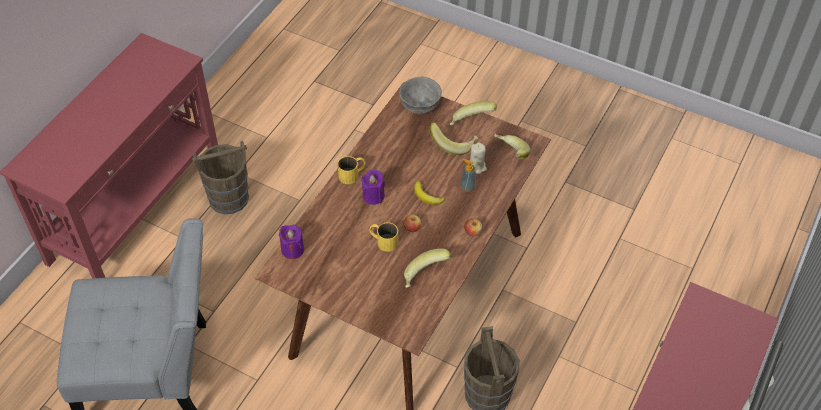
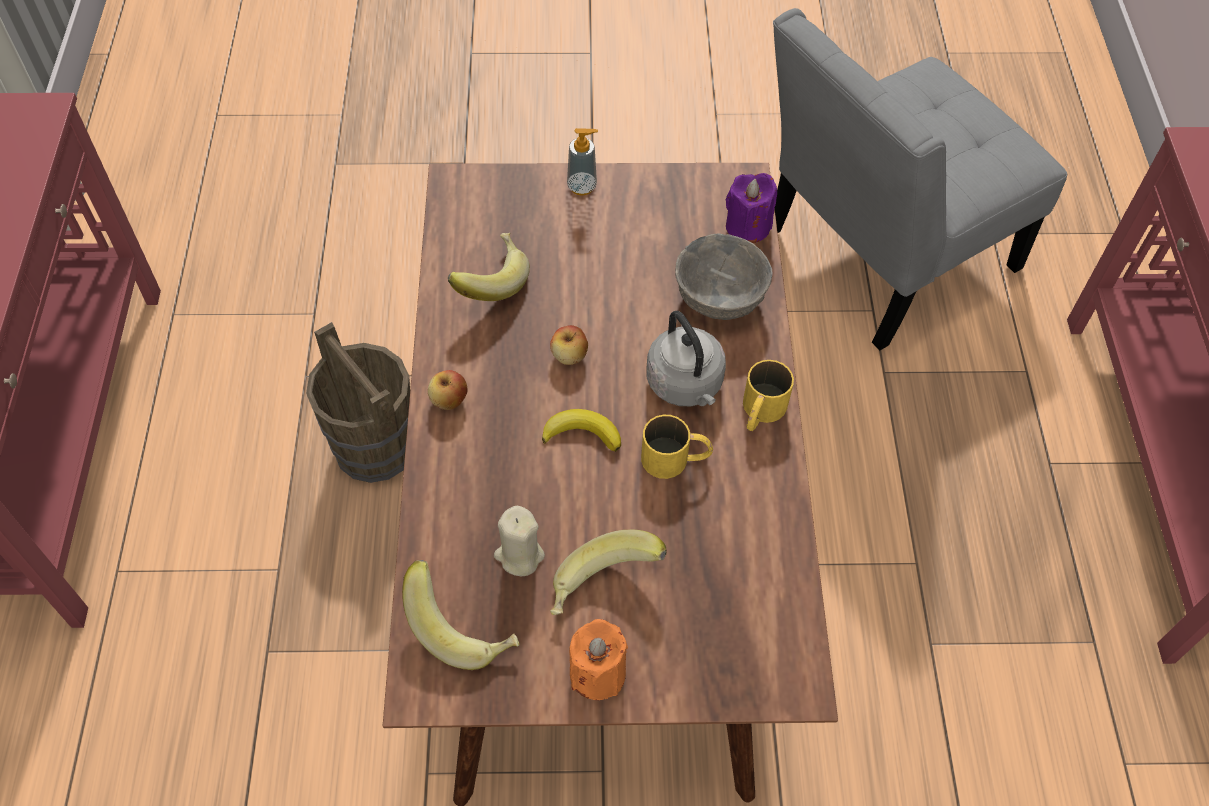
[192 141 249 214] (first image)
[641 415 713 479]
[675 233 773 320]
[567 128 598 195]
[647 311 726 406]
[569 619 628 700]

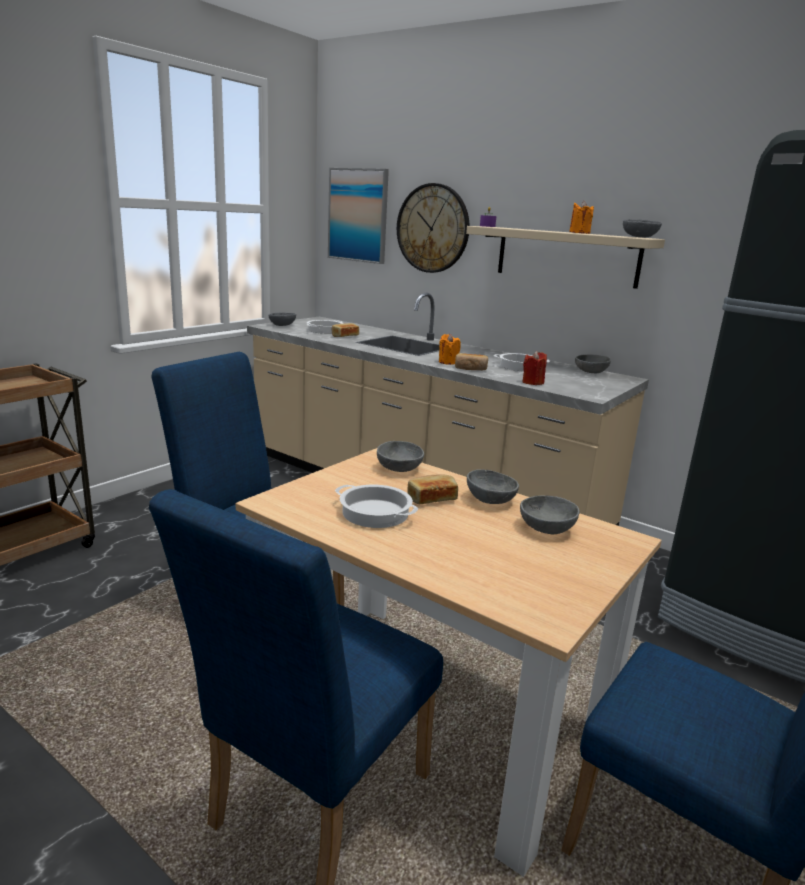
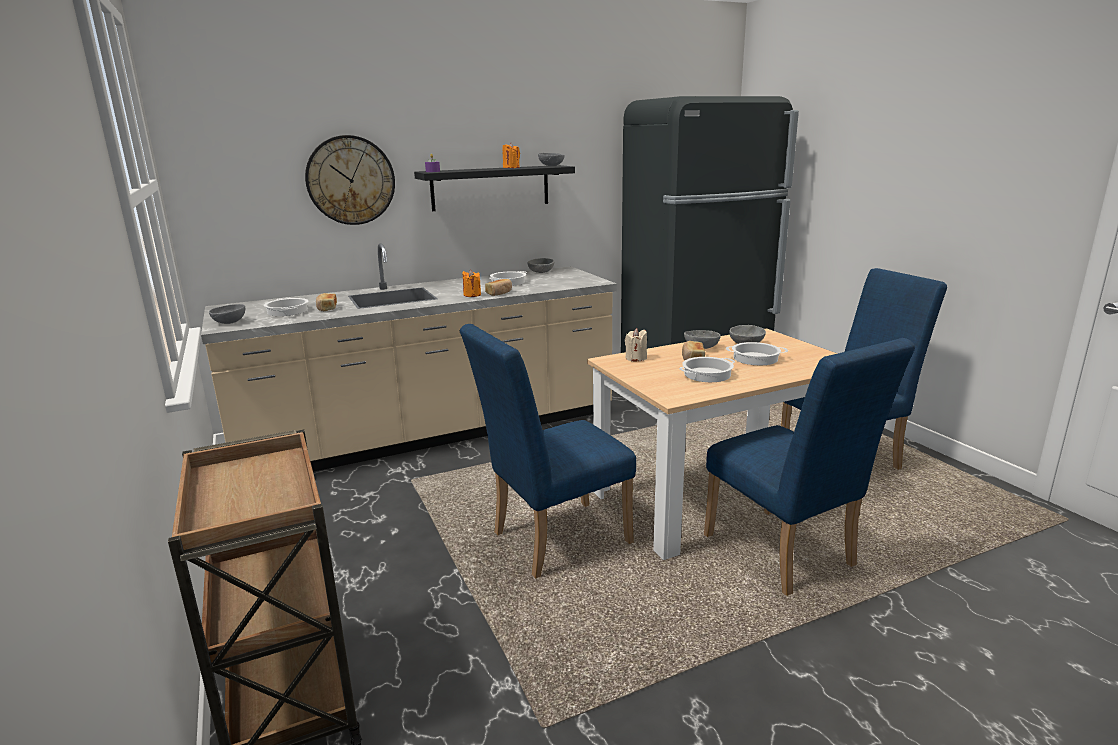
[328 168 389 264] (first image)
[522 351 547 385] (first image)
[726 342 788 365]
[625 328 647 362]
[414 165 575 211]

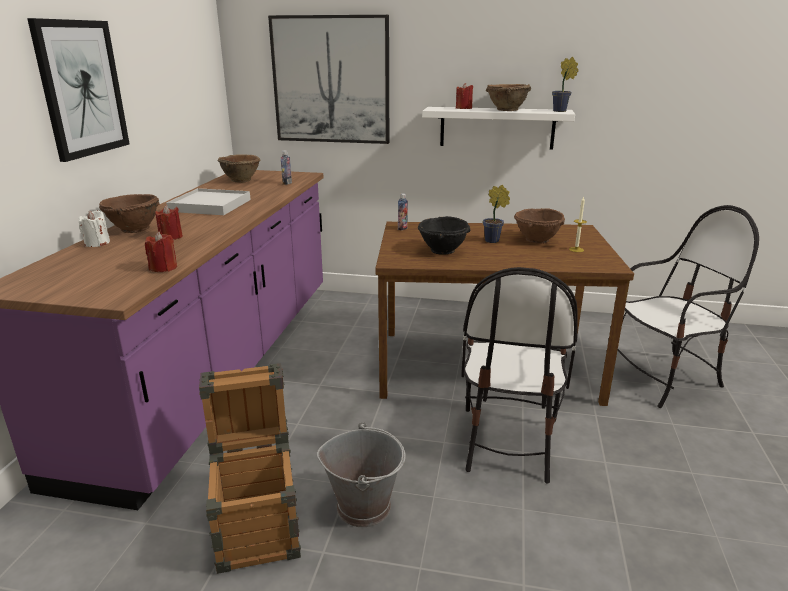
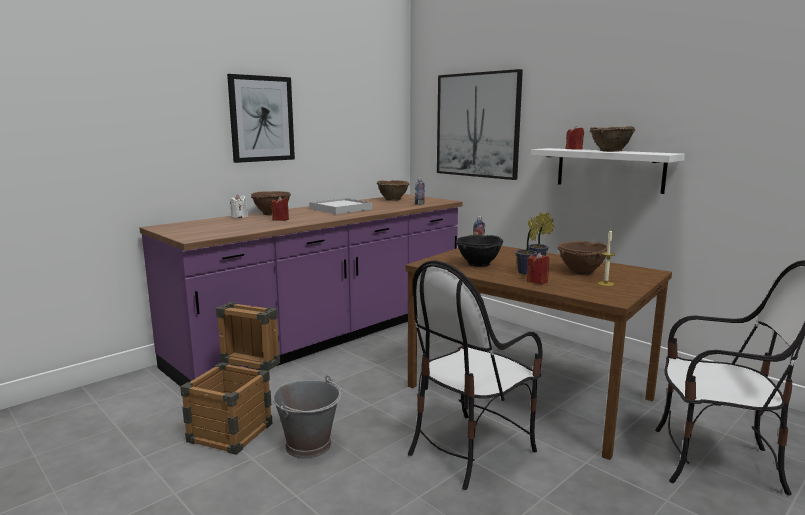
[526 252 550 284]
[515 217 538 274]

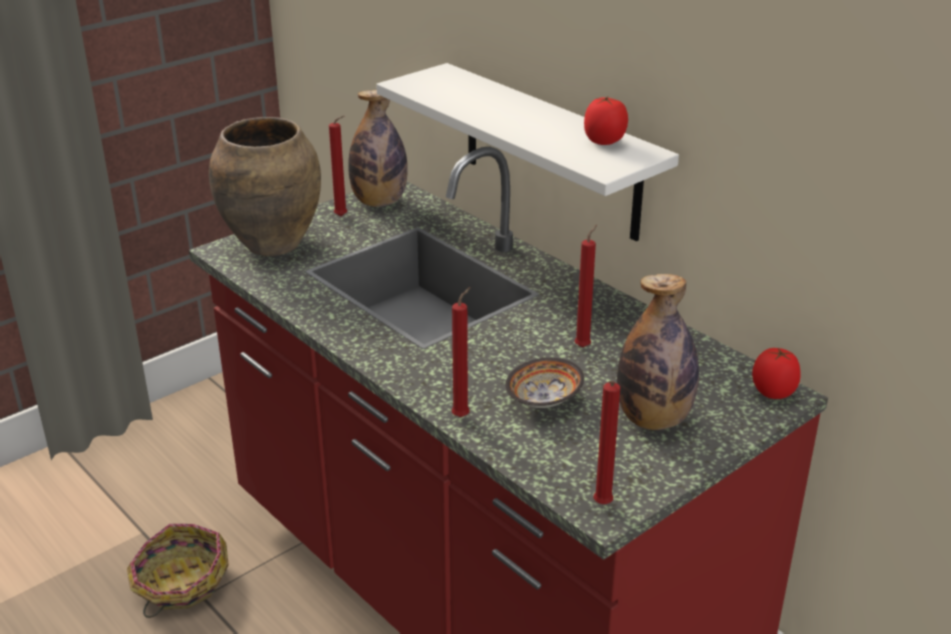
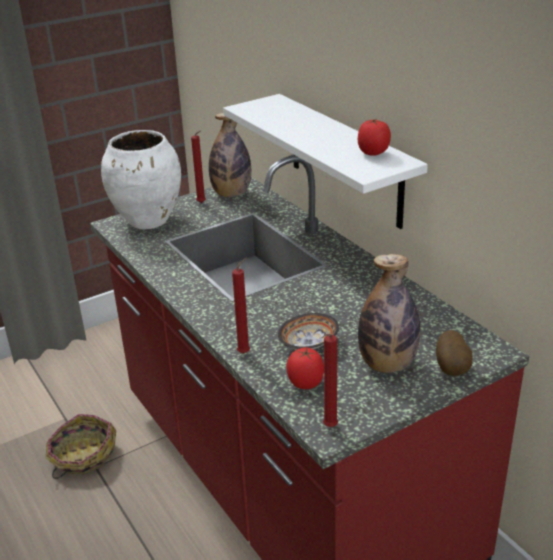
[575 225 597 348] (first image)
[436 330 473 376]
[286 347 324 389]
[101 130 181 229]

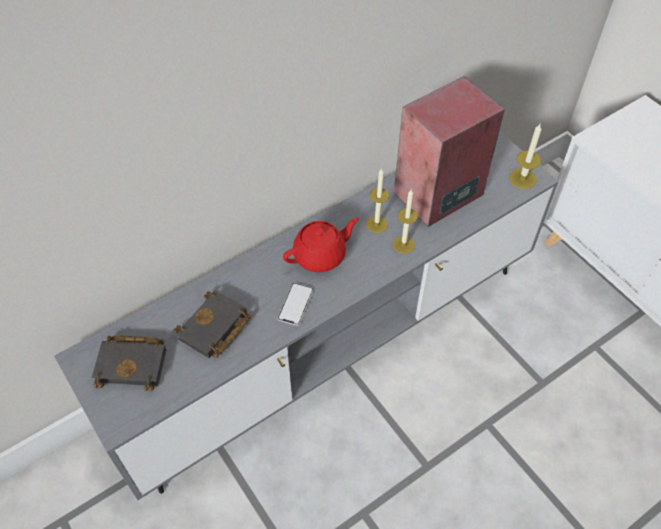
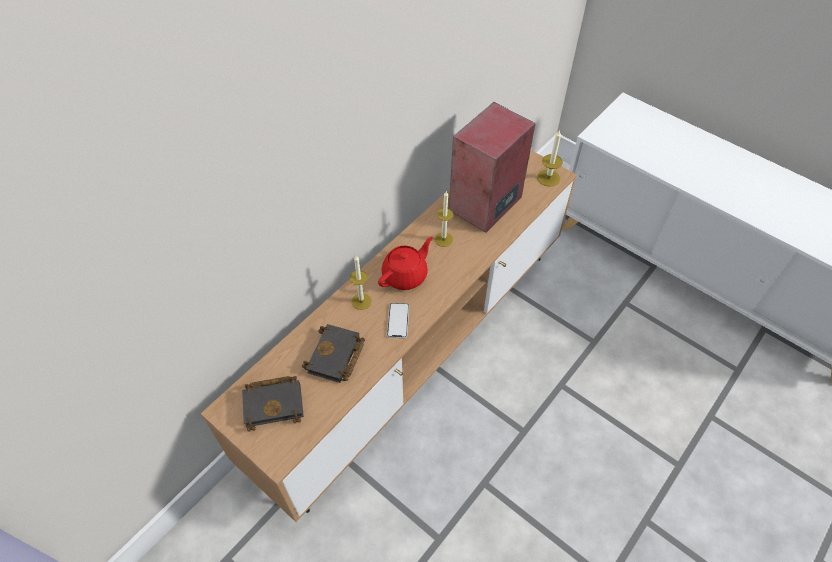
[350 256 372 310]
[201 150 577 522]

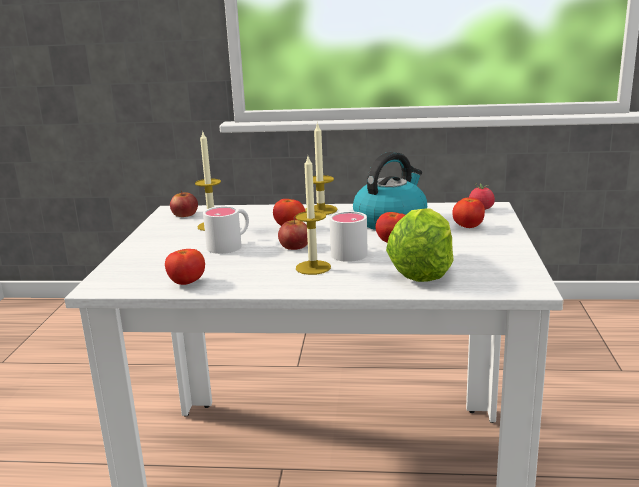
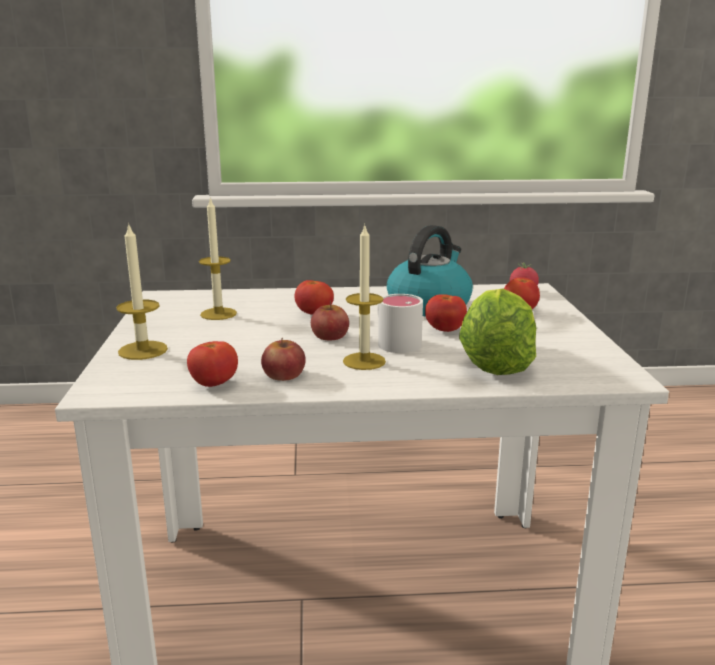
[203 206 249 254] (first image)
[261 338 306 381]
[116 223 168 360]

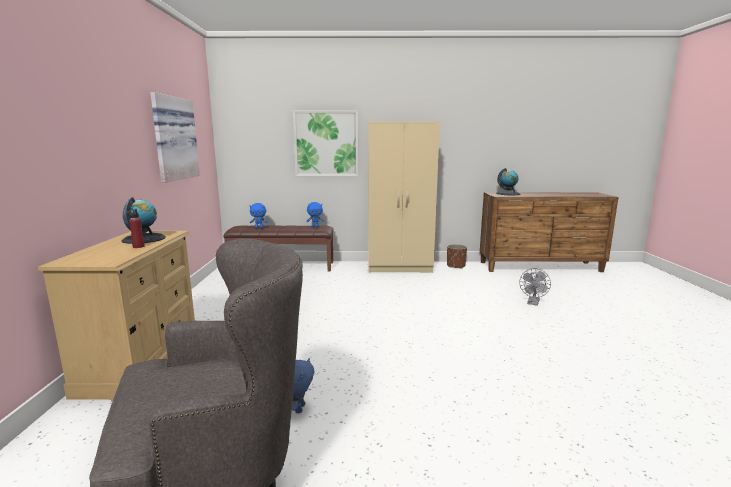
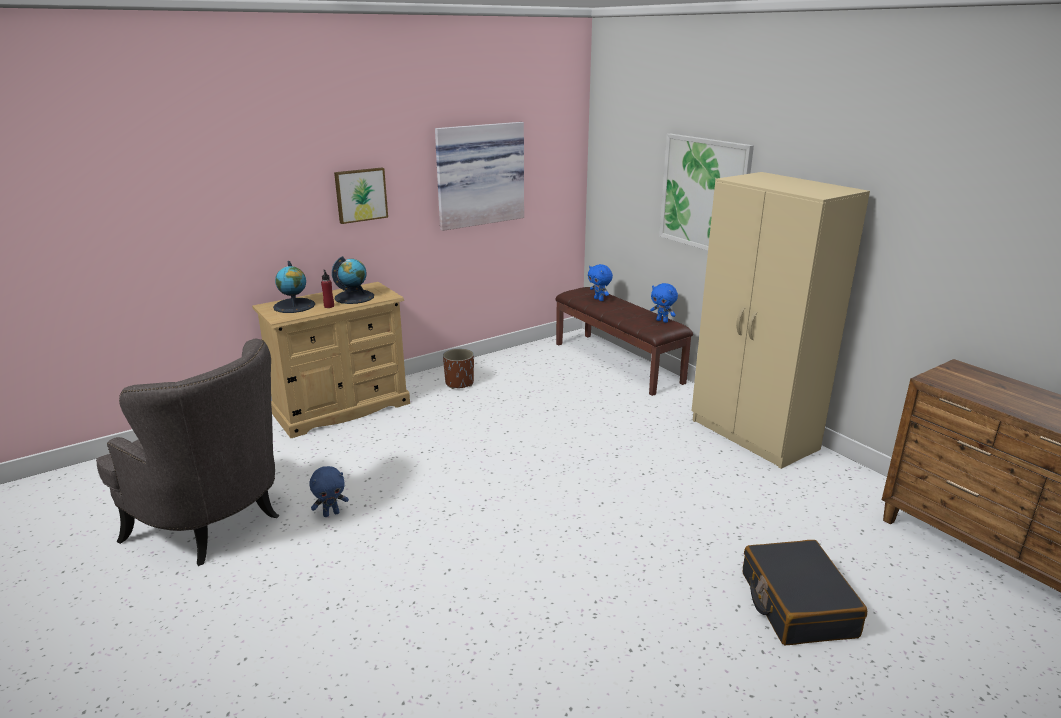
[334 167 388 224]
[443 349 474 389]
[273 261 315 313]
[743 540 867 645]

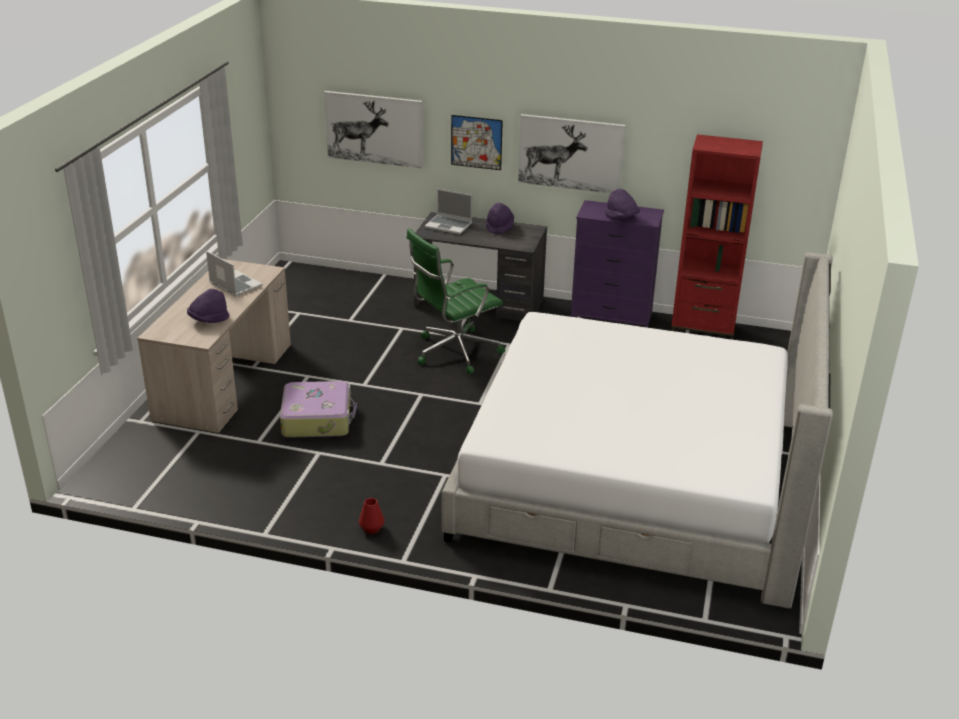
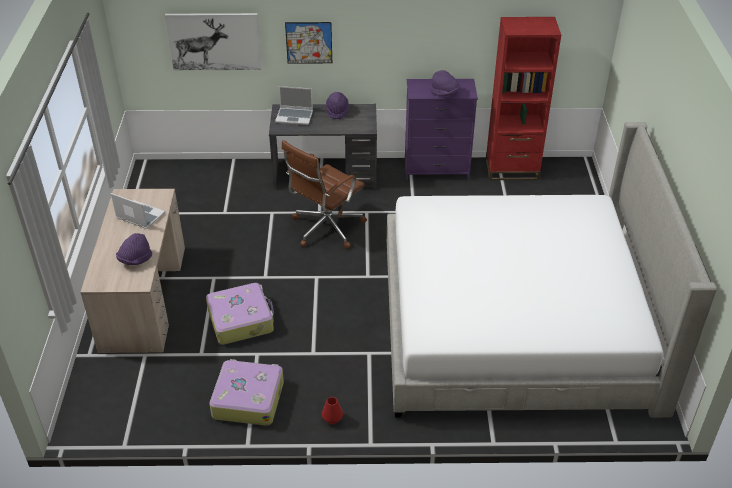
[518 114 626 193] (first image)
[209 359 284 426]
[282 140 367 249]

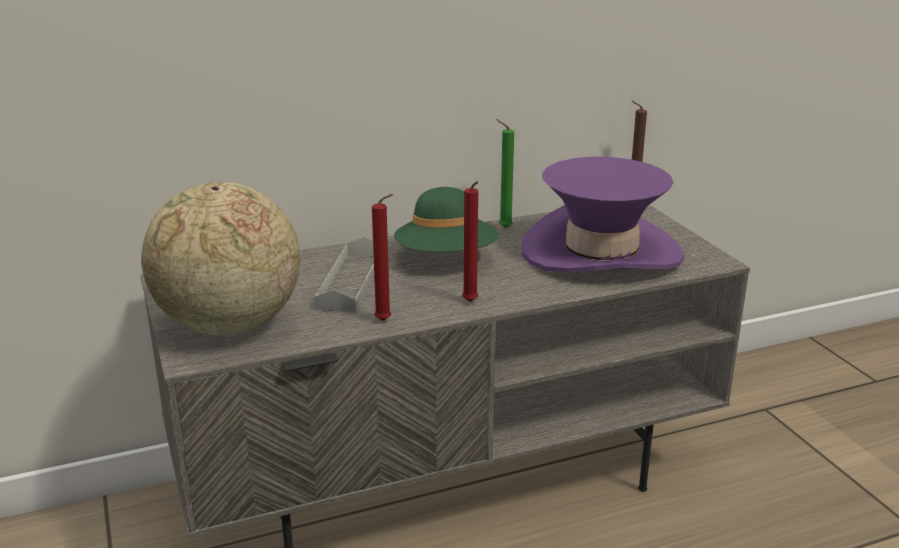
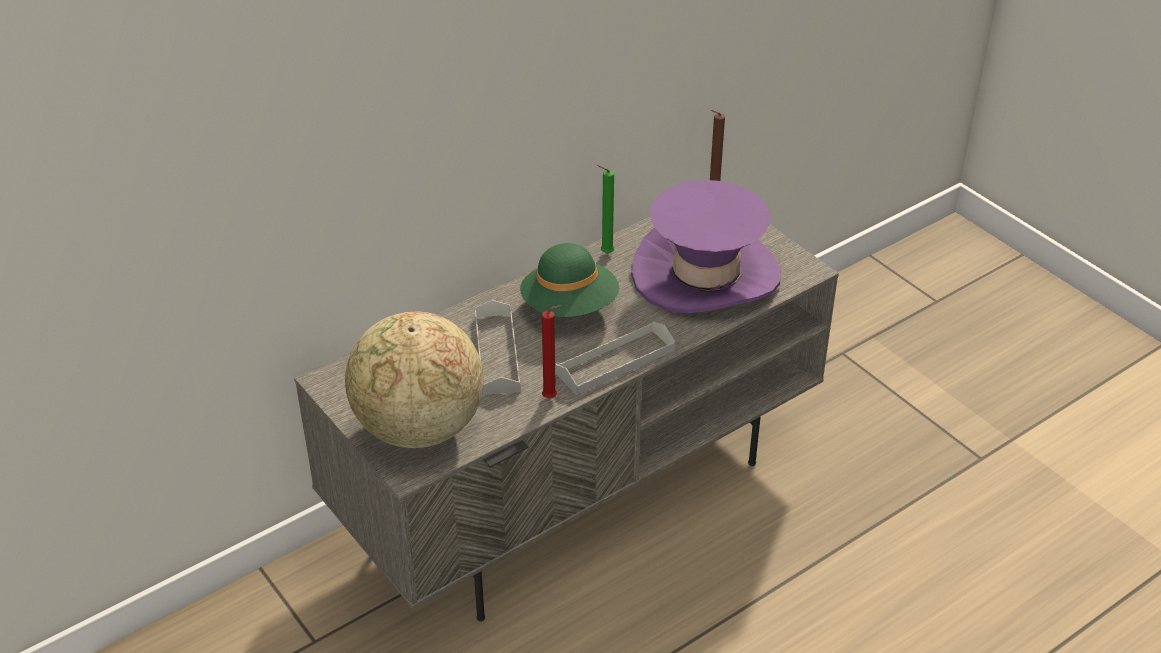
[556 321 675 395]

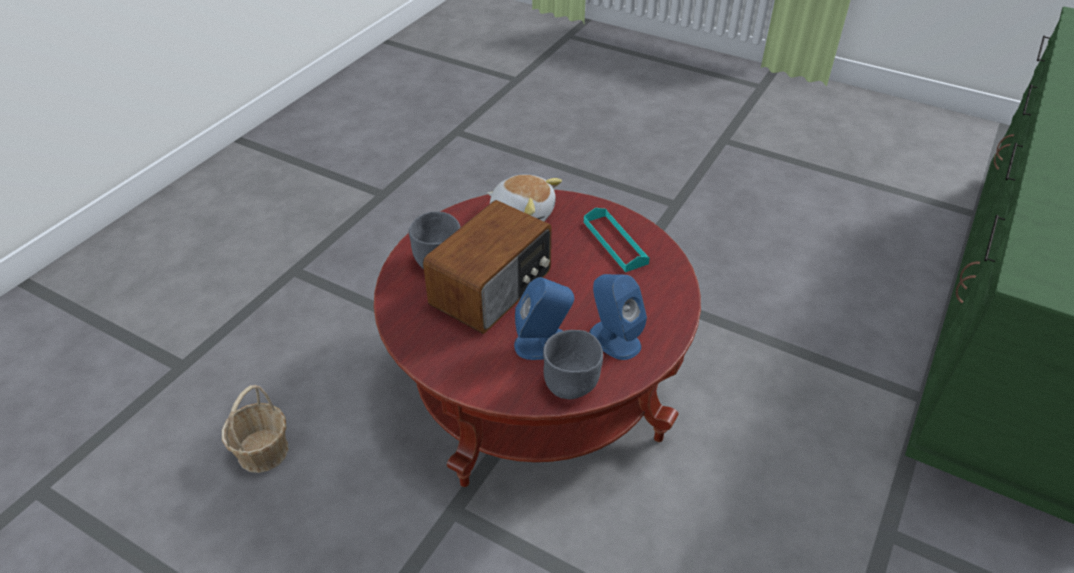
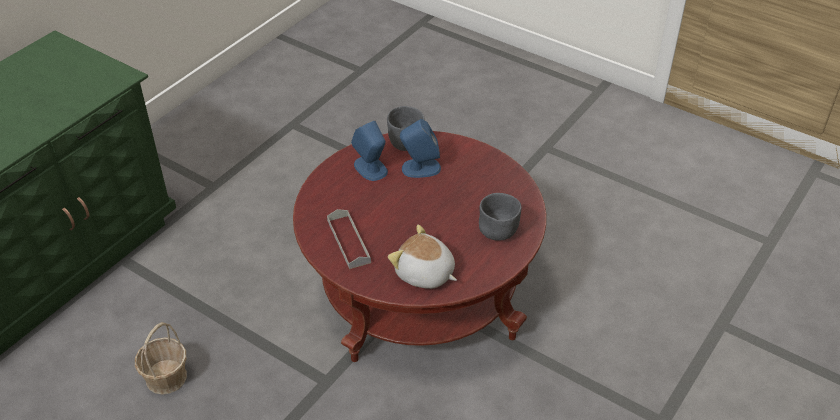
[423 200 551 334] (first image)
[135 322 187 395]
[327 209 371 269]

